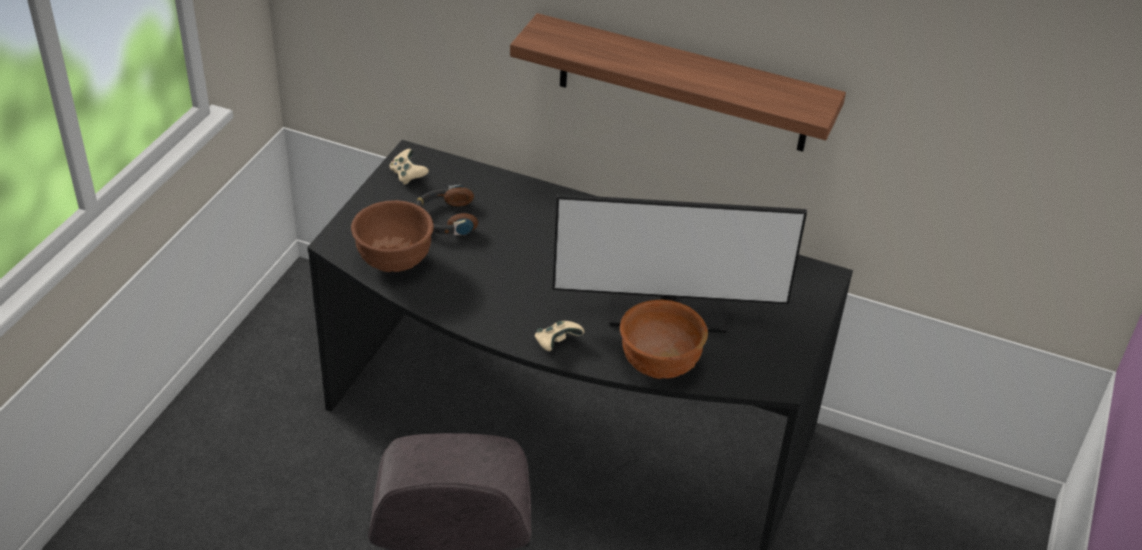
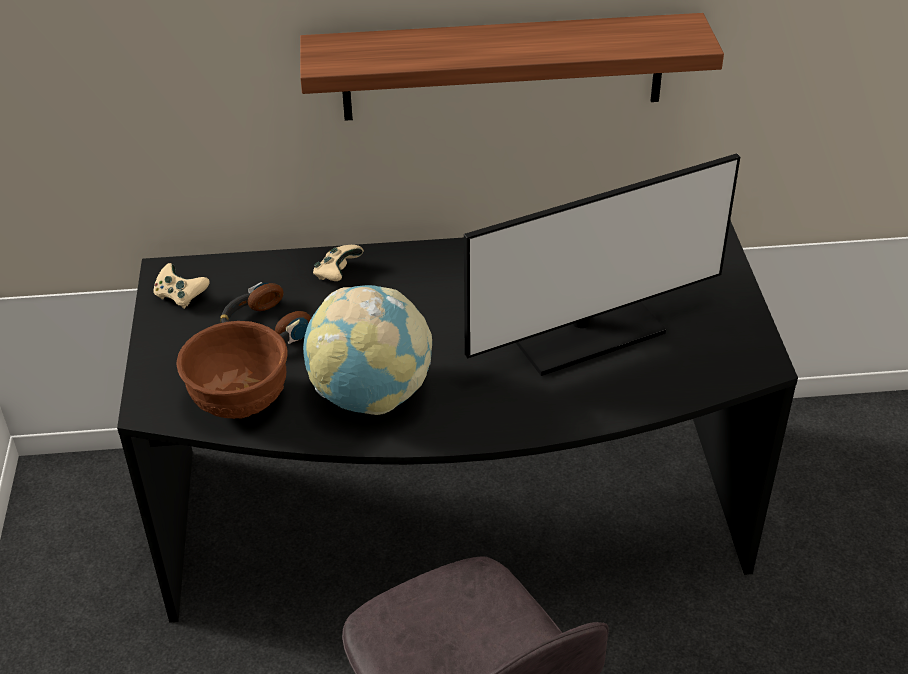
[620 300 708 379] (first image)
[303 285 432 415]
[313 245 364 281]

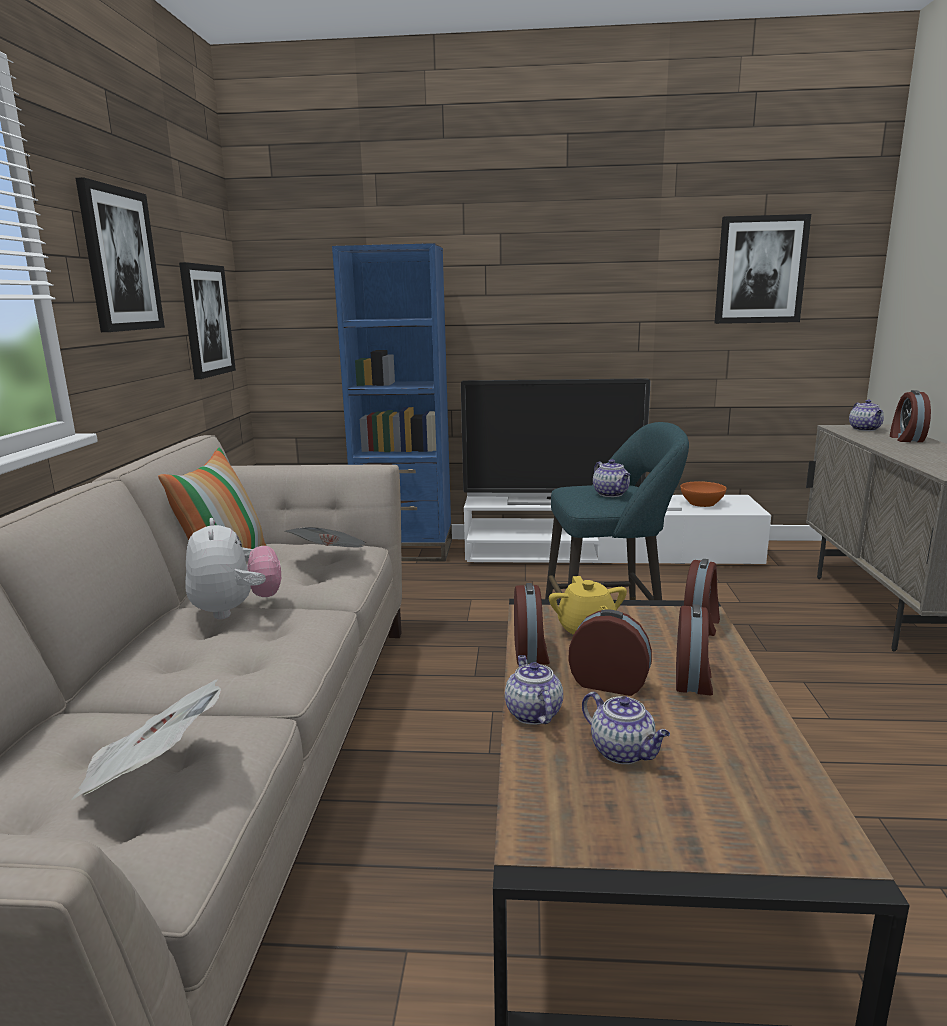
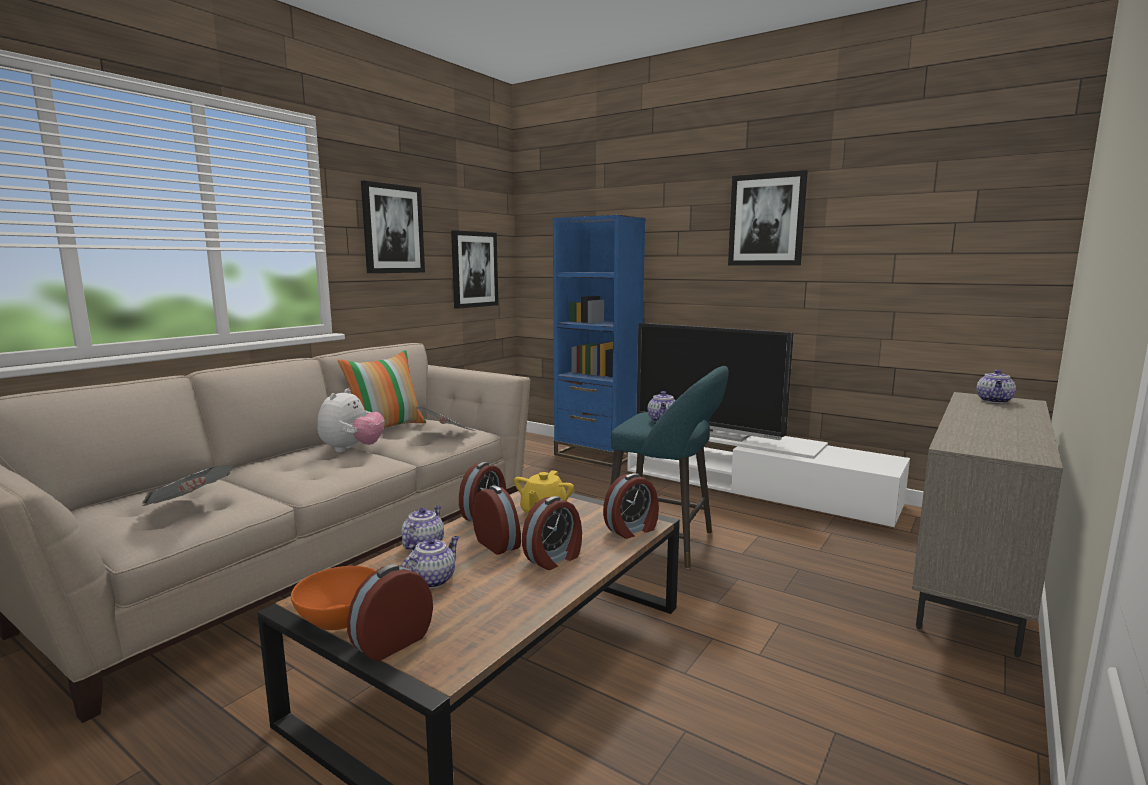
[291 566 376 630]
[728 170 808 266]
[347 564 433 661]
[401 536 459 588]

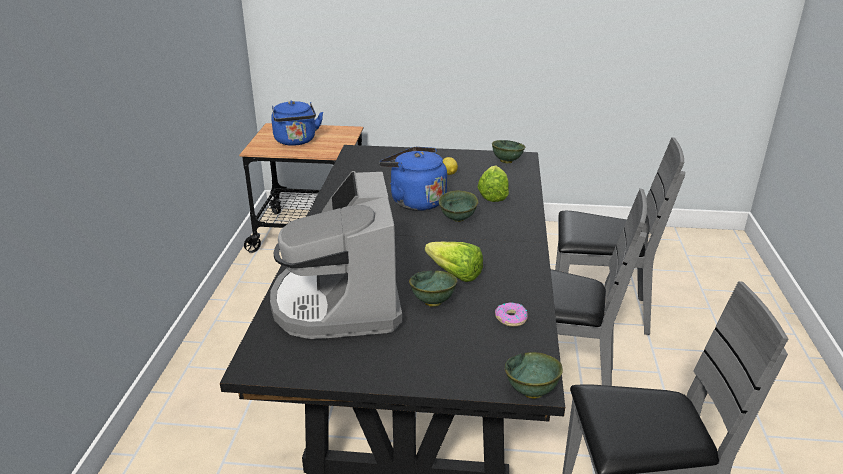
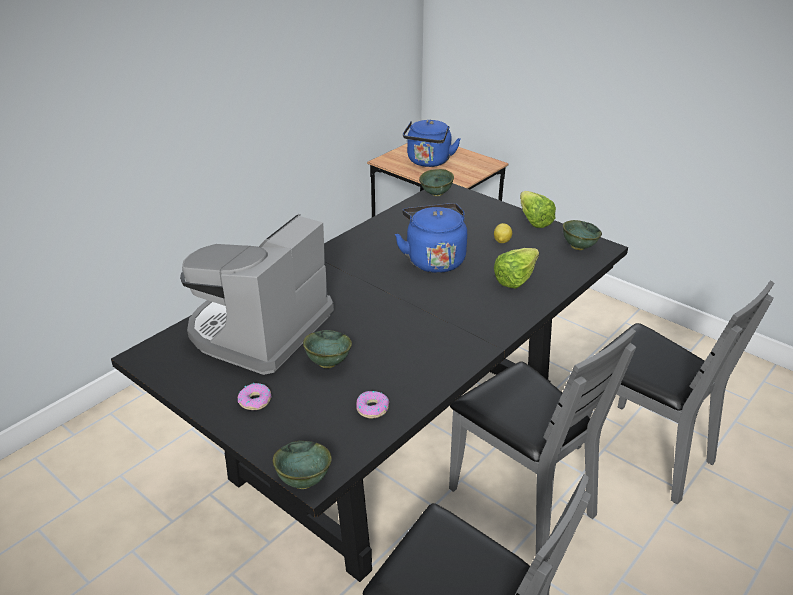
[238 383 272 410]
[520 191 556 228]
[419 169 454 196]

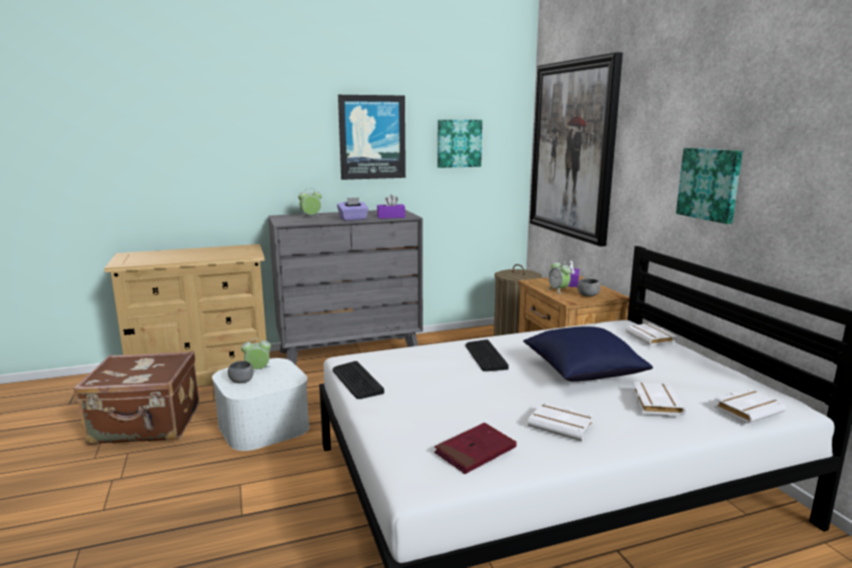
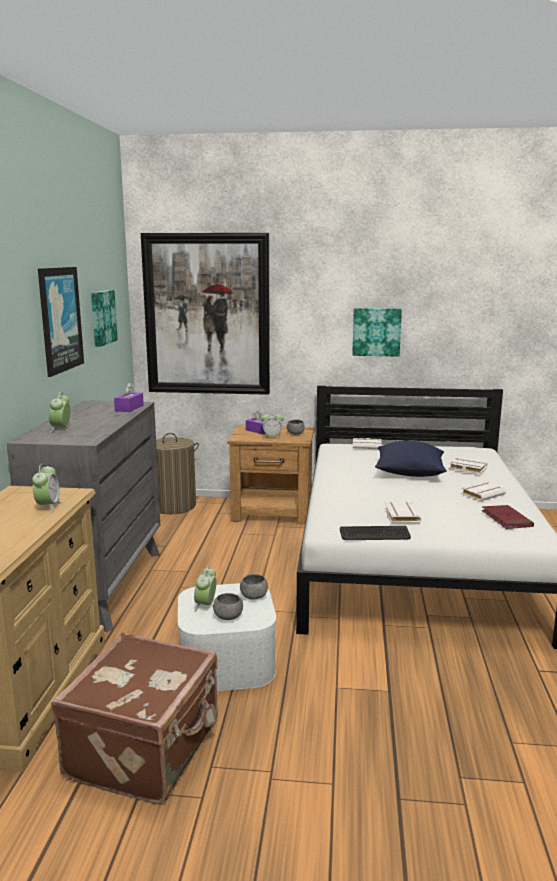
[337 197 369 221] (first image)
[465 339 509 371] (first image)
[32 464 61 513]
[240 574 268 600]
[385 502 422 523]

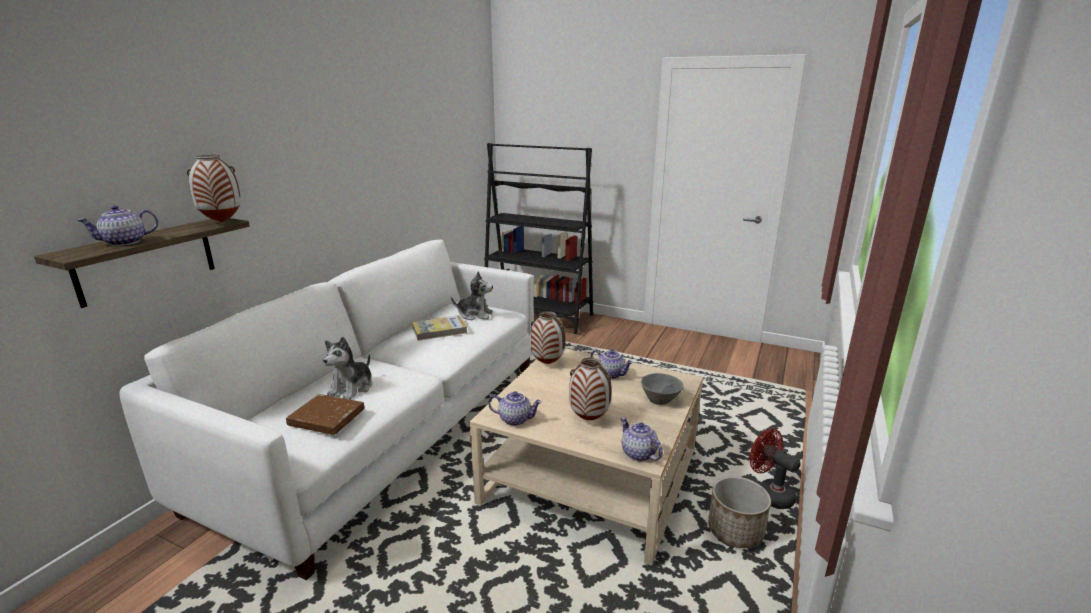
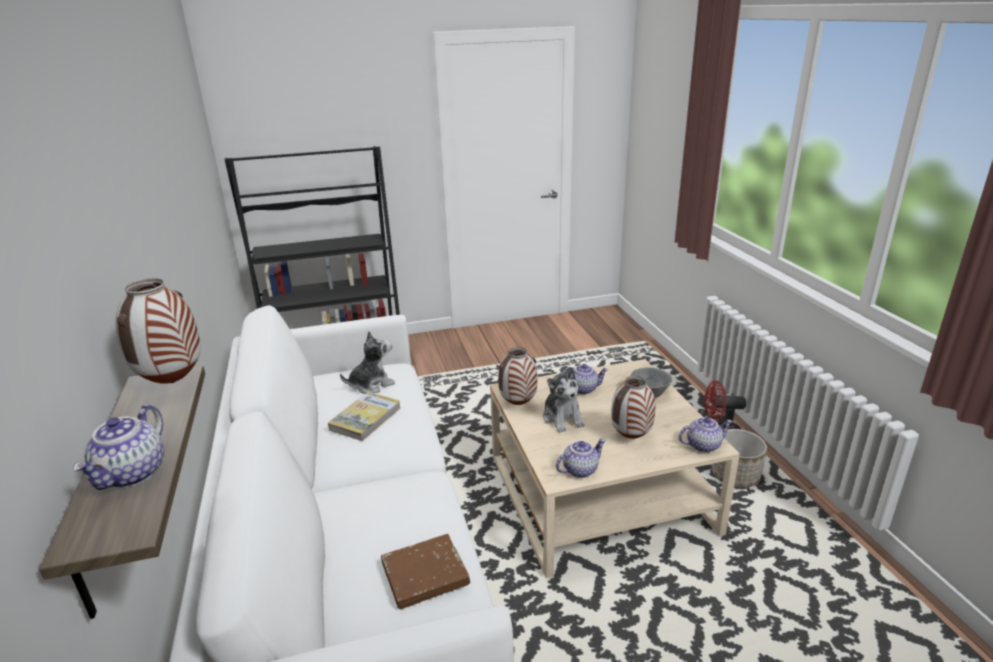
[543 367 585 432]
[679 417 733 453]

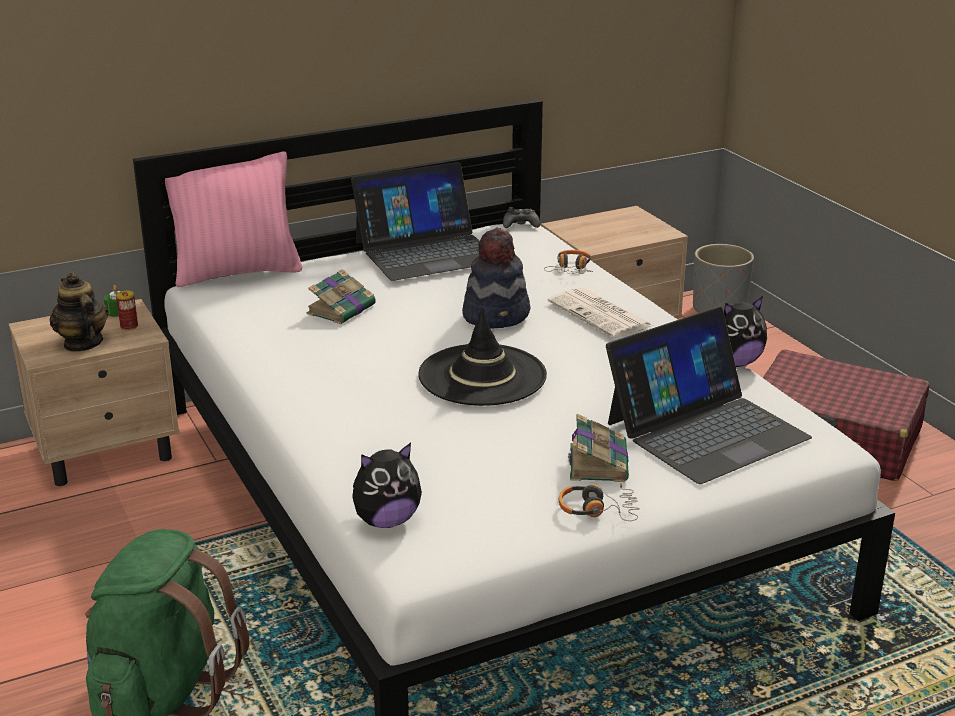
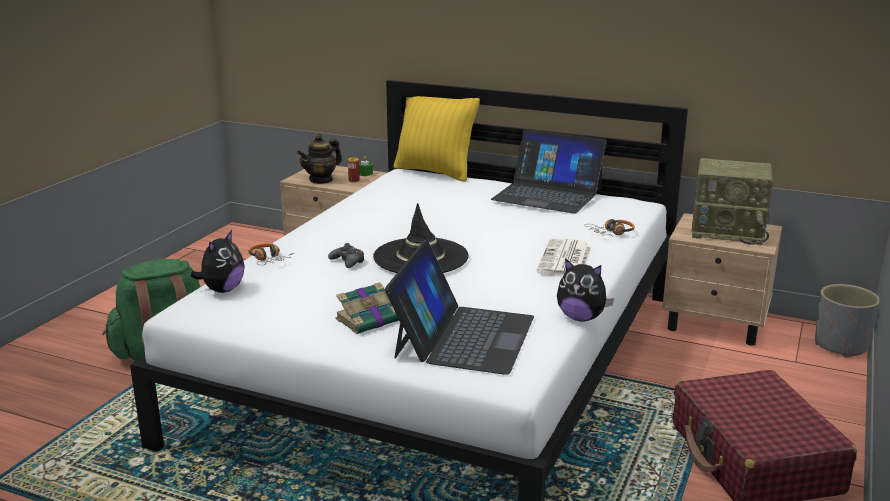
[307 269 376 324] (first image)
[462 228 530 328] (first image)
[692 158 773 245]
[328 243 364 268]
[248 243 294 265]
[393 96 480 181]
[297 134 342 184]
[191 230 244 293]
[385 240 534 375]

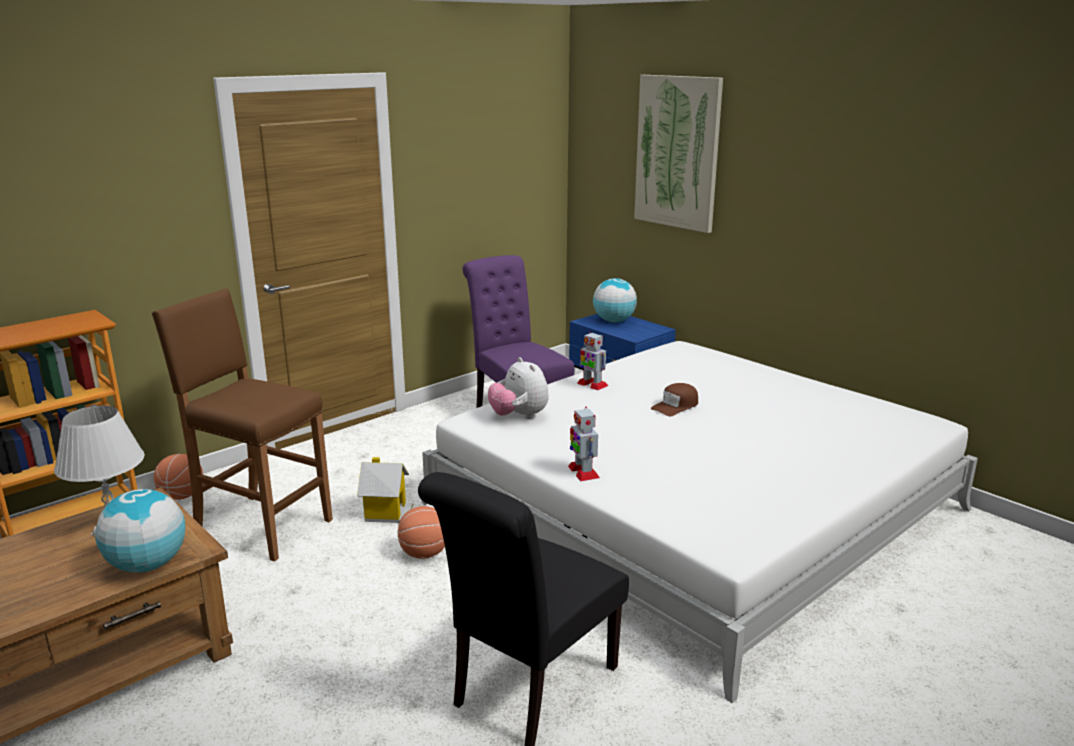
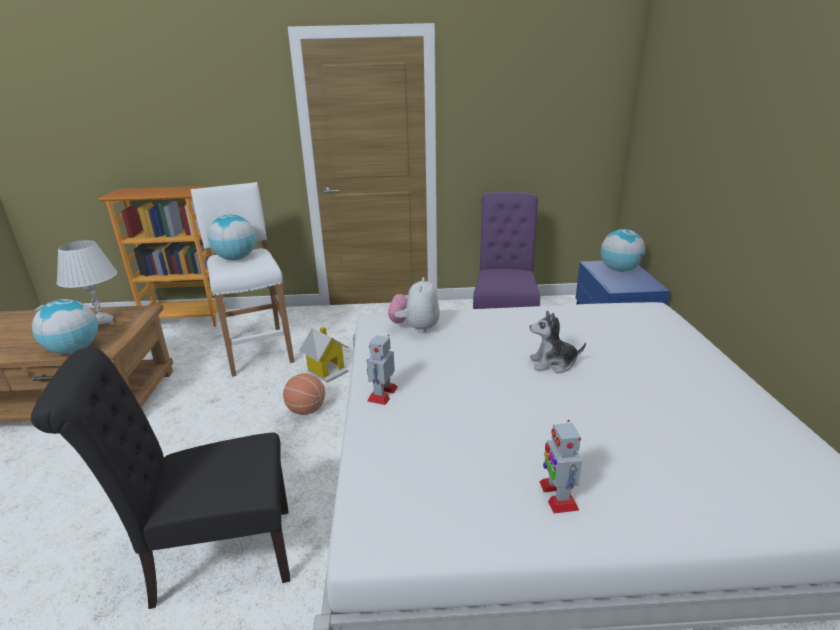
[154 454 203 500] (first image)
[634 75 723 233] (first image)
[208 214 256 260]
[539 420 582 513]
[530 310 586 373]
[191 182 294 377]

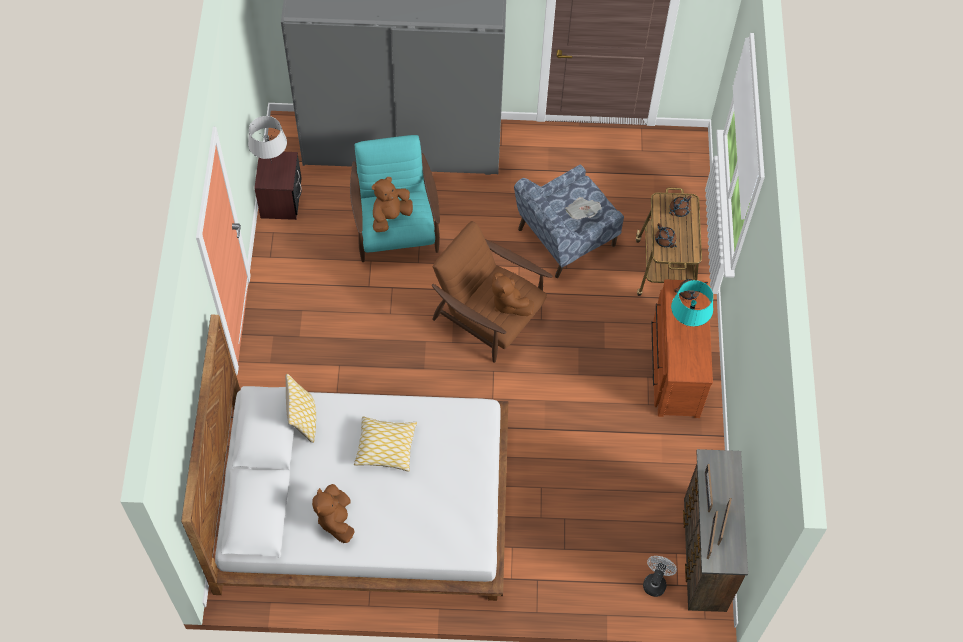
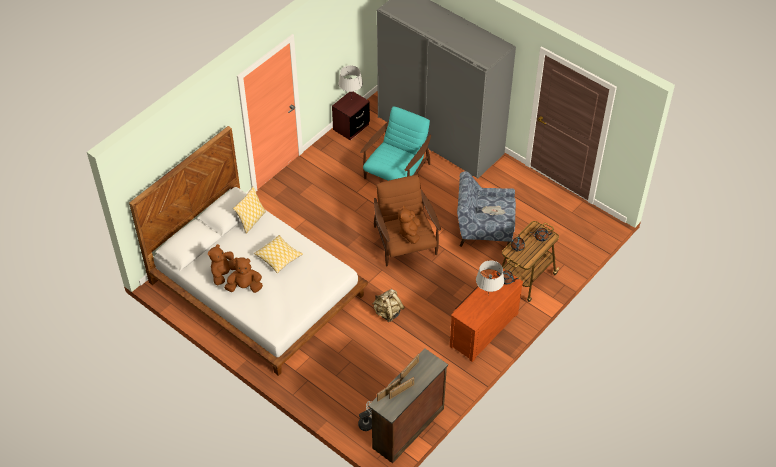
[372 289 405 322]
[224 257 263 293]
[476 260 504 296]

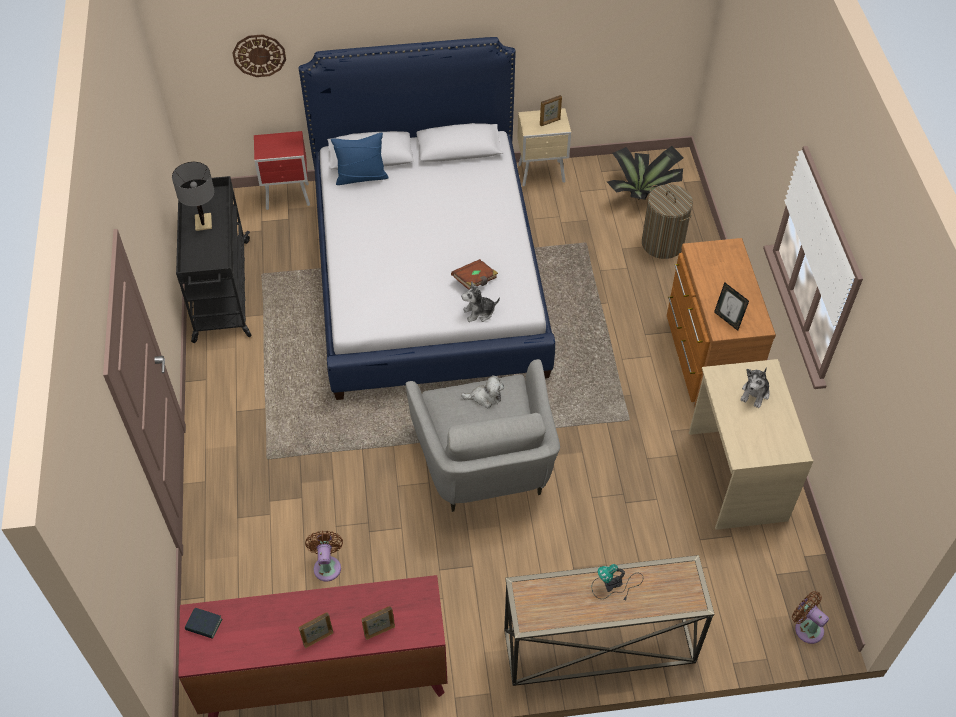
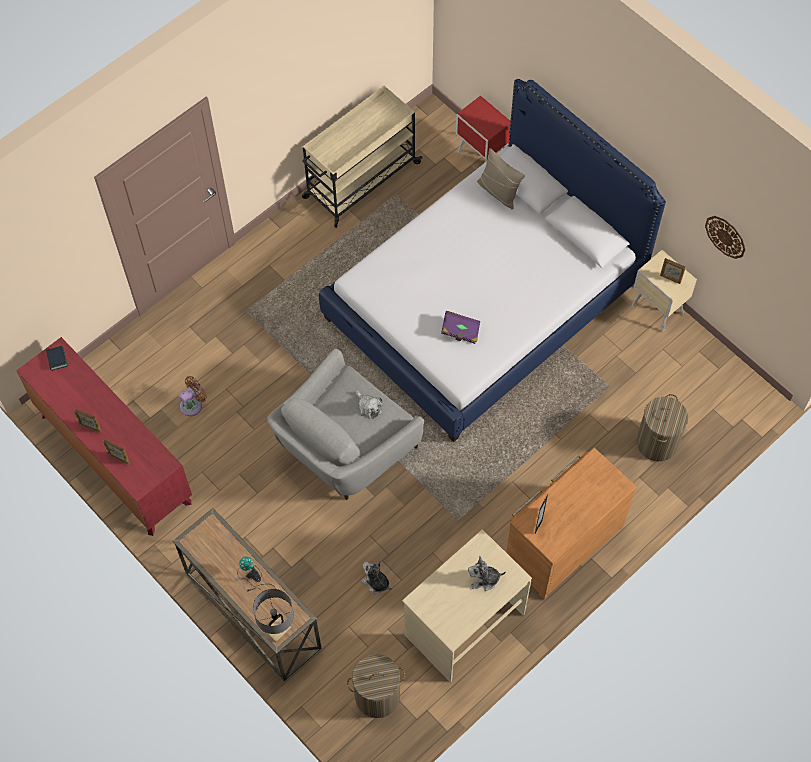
[607 146 684 200] (first image)
[792 591 829 644] (first image)
[347 654 405 718]
[253 589 294 642]
[705 216 746 259]
[361 561 392 594]
[302 86 422 228]
[477 148 525 210]
[441 311 480 344]

